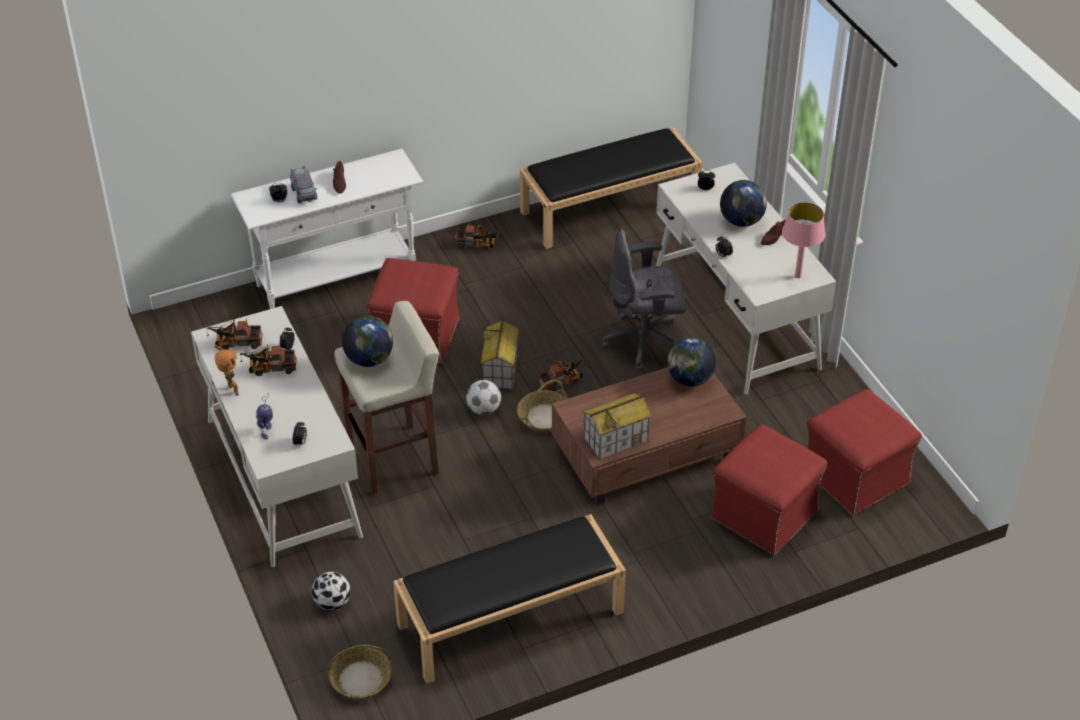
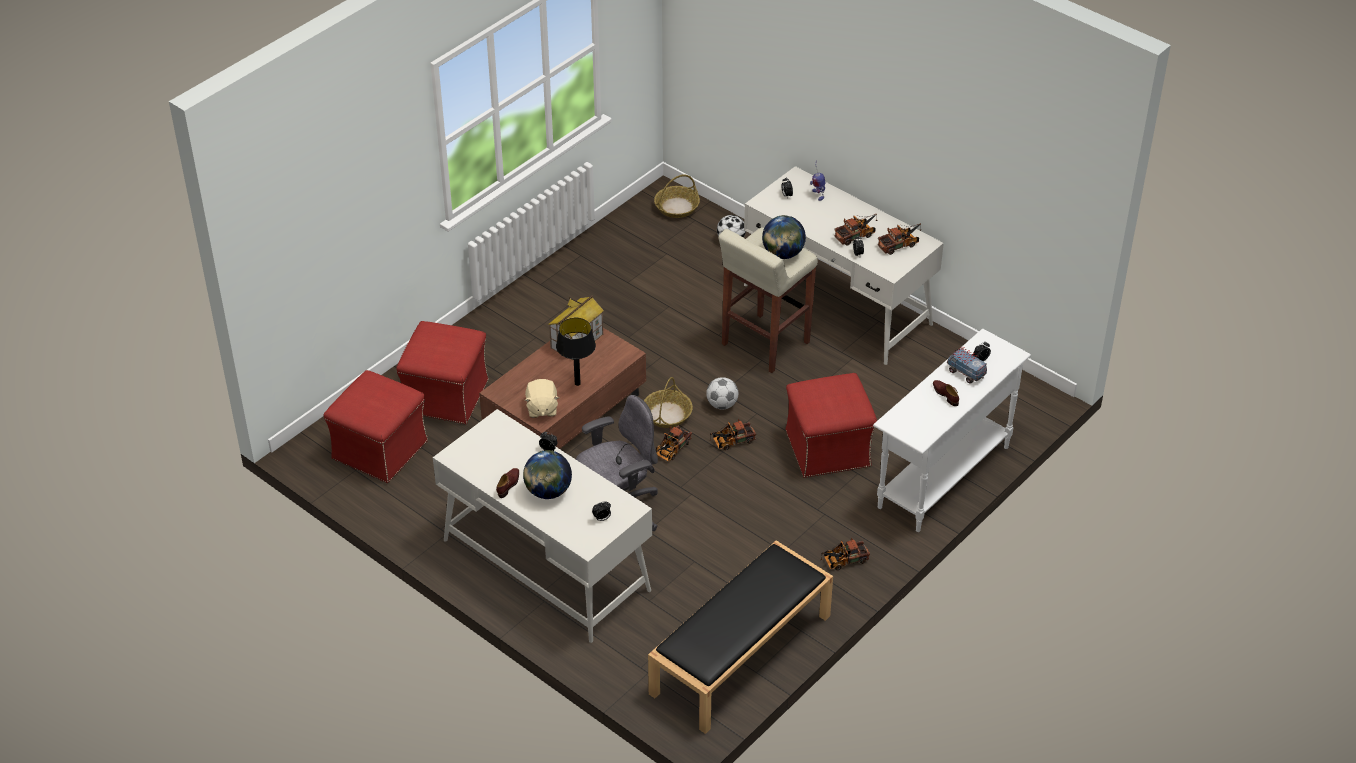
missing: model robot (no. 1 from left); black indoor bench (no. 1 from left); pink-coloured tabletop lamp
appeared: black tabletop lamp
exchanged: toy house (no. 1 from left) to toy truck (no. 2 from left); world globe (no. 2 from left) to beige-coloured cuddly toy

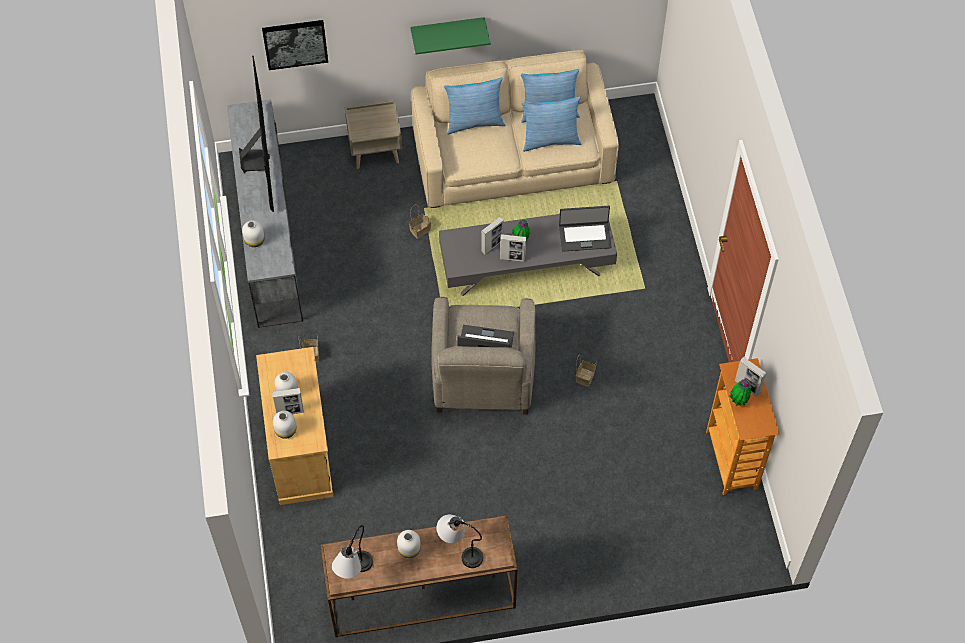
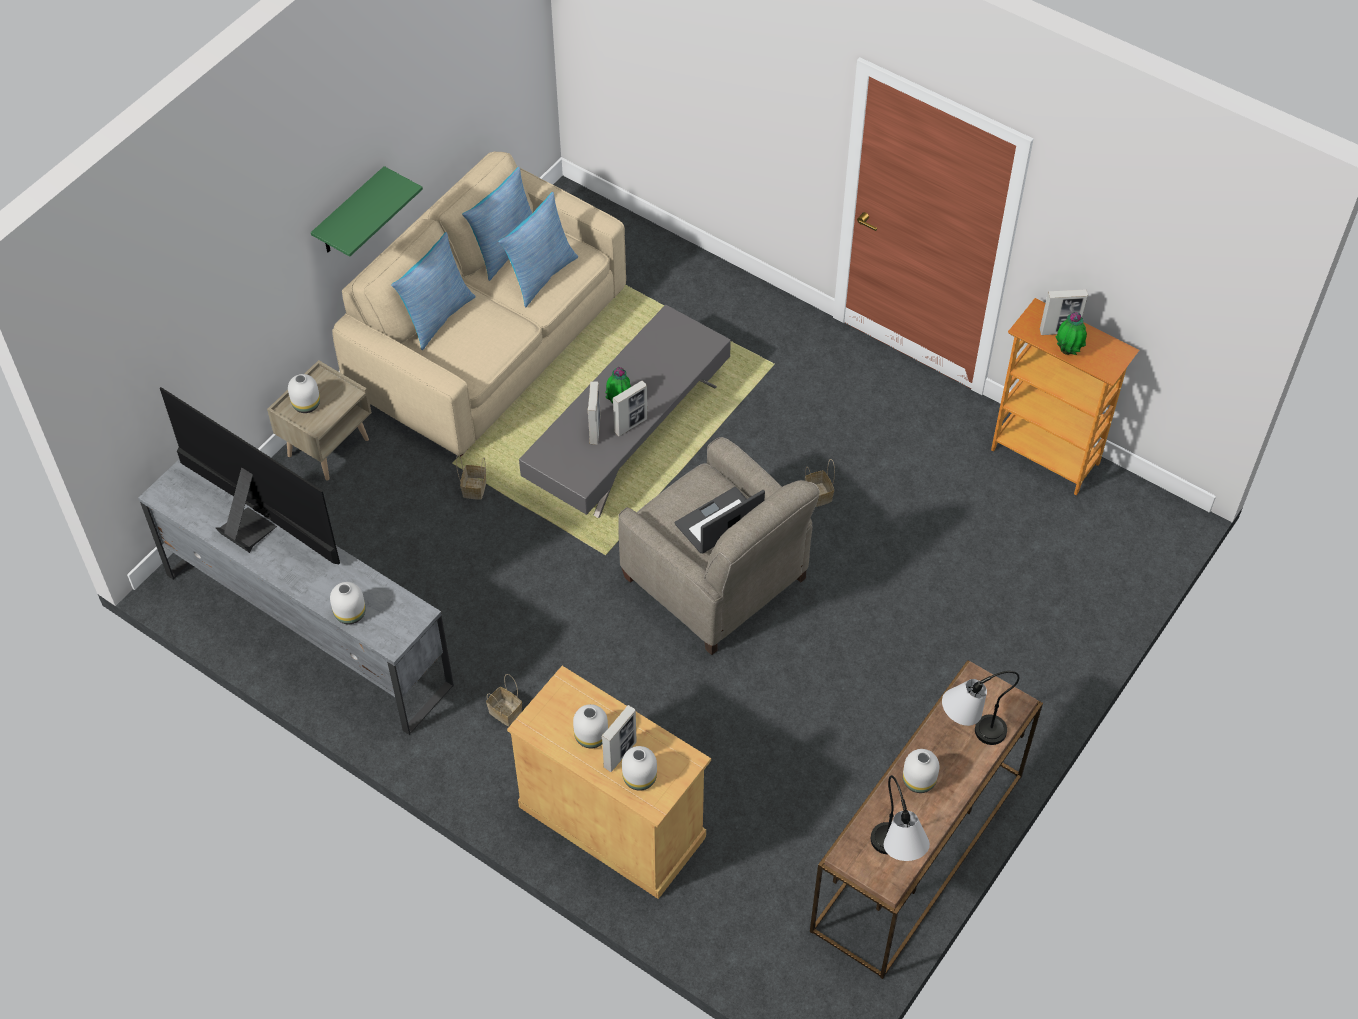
missing: wall picture; portable computer (no. 2 from left)
appeared: whitish vase (no. 1 from left)

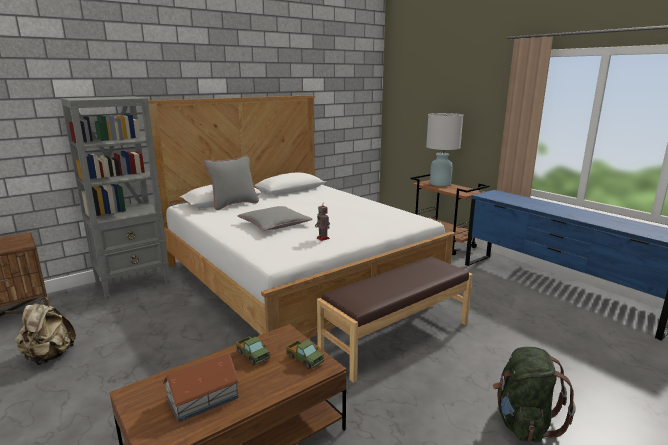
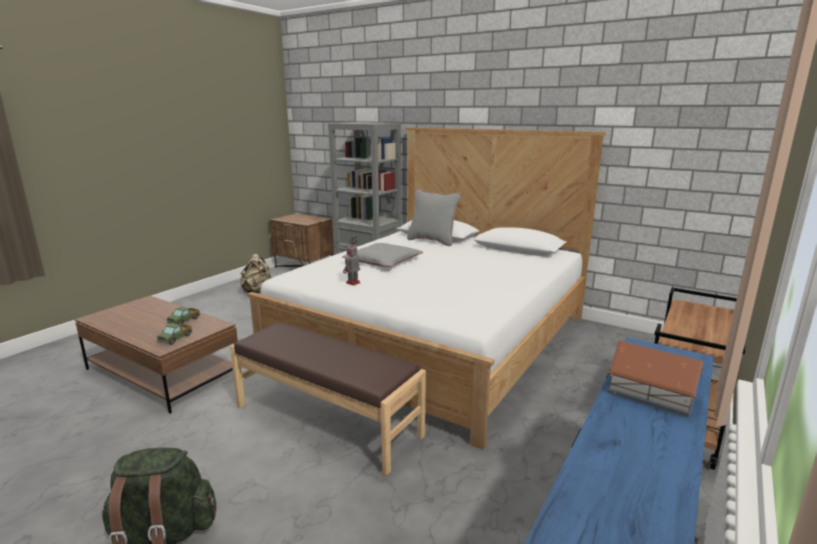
missing: whitish tabletop lamp
relocated: toy house

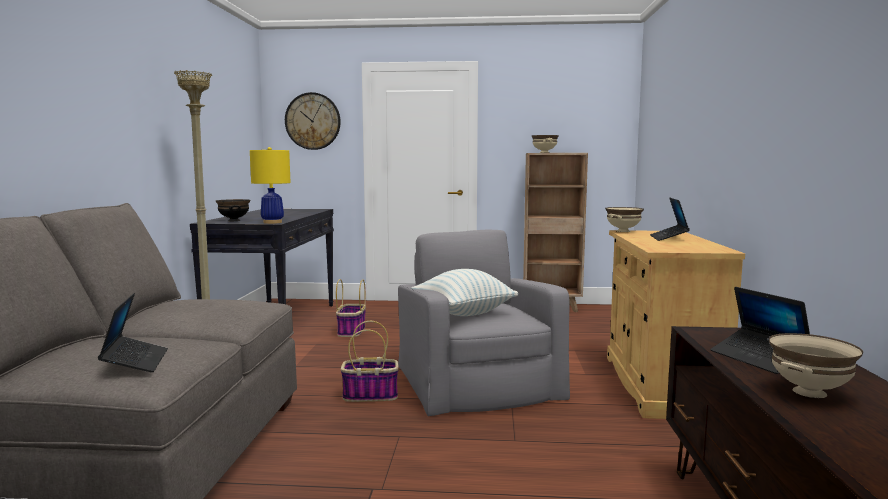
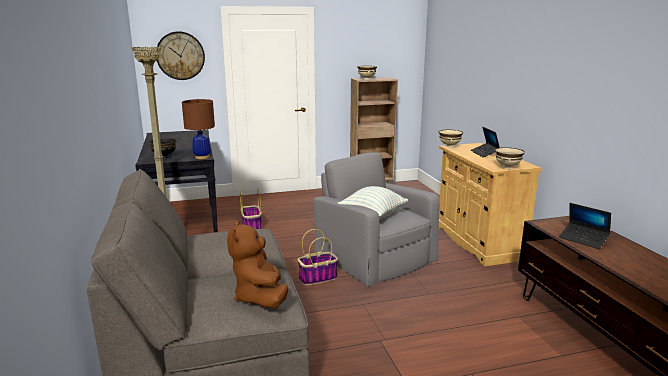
relocated: beige-coloured deep dish (no. 3 from left)
exchanged: portable computer (no. 1 from left) to brown-coloured cuddly toy
colour: yellow tabletop lamp to brown-coloured tabletop lamp

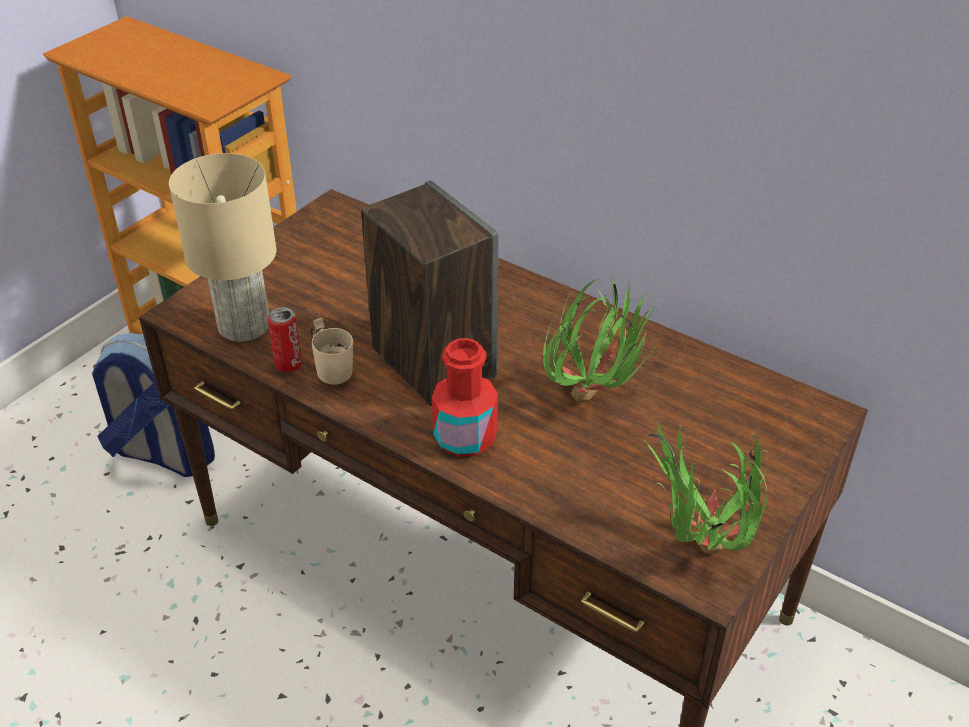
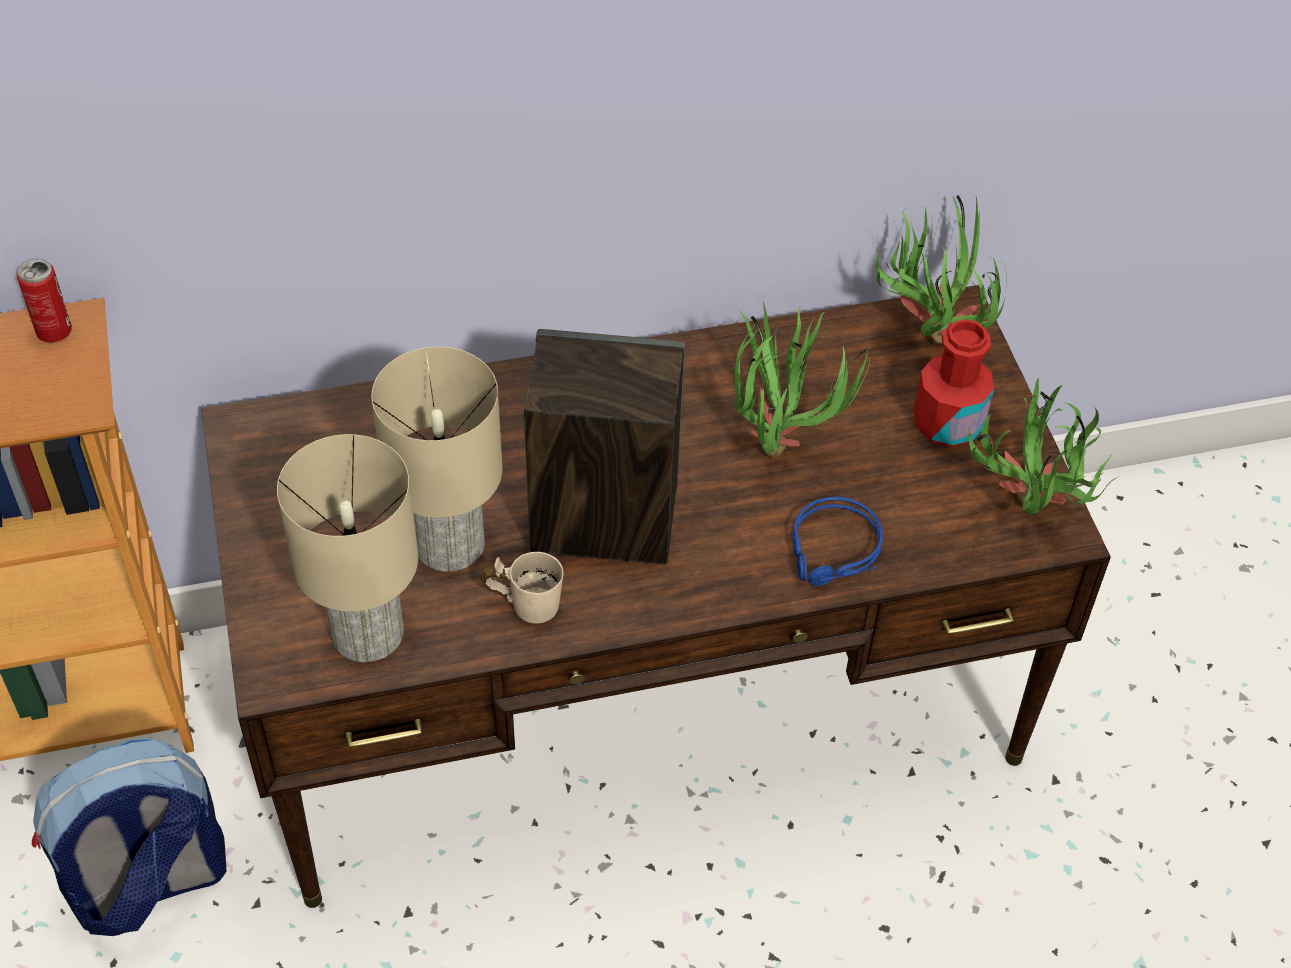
appeared: beige-coloured tabletop lamp (no. 2 from left); blue-coloured headset; houseplant (no. 2 from left)
relocated: metal can; red beverage bottle

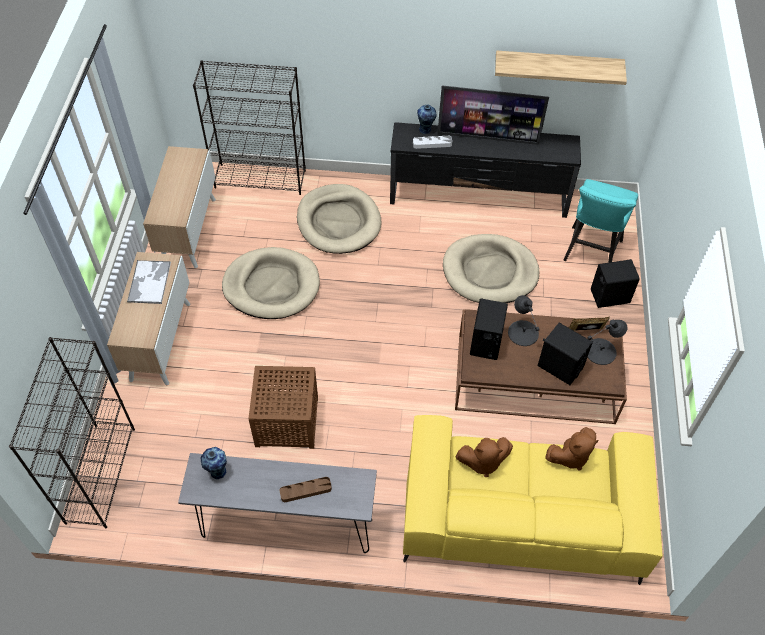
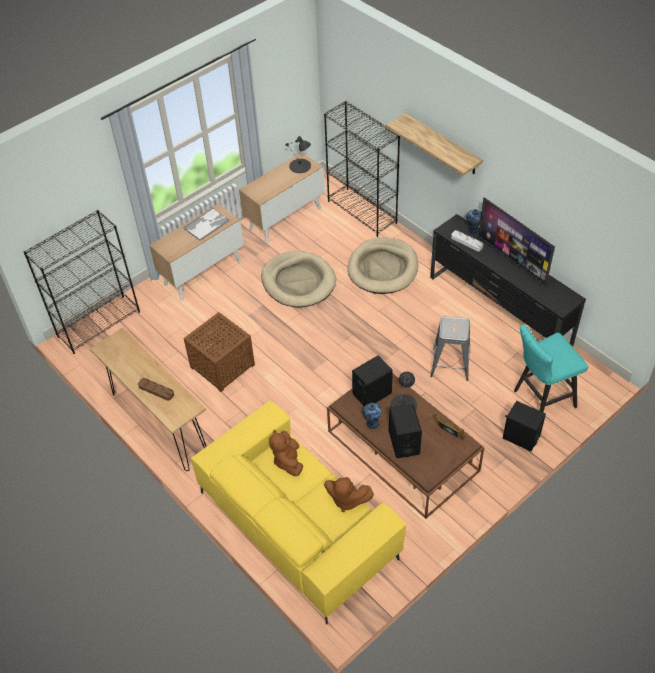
relocated: vase (no. 1 from left); shelf; black tabletop lamp (no. 2 from left in the first image) to black tabletop lamp (no. 1 from left)
exchanged: beige-coloured dog cushion (no. 3 from left) to grey stool seat
colour: grey hall table to brown-coloured hall table
spun: brown-coloured cuddly toy (no. 1 from left) 45 degrees clockwise

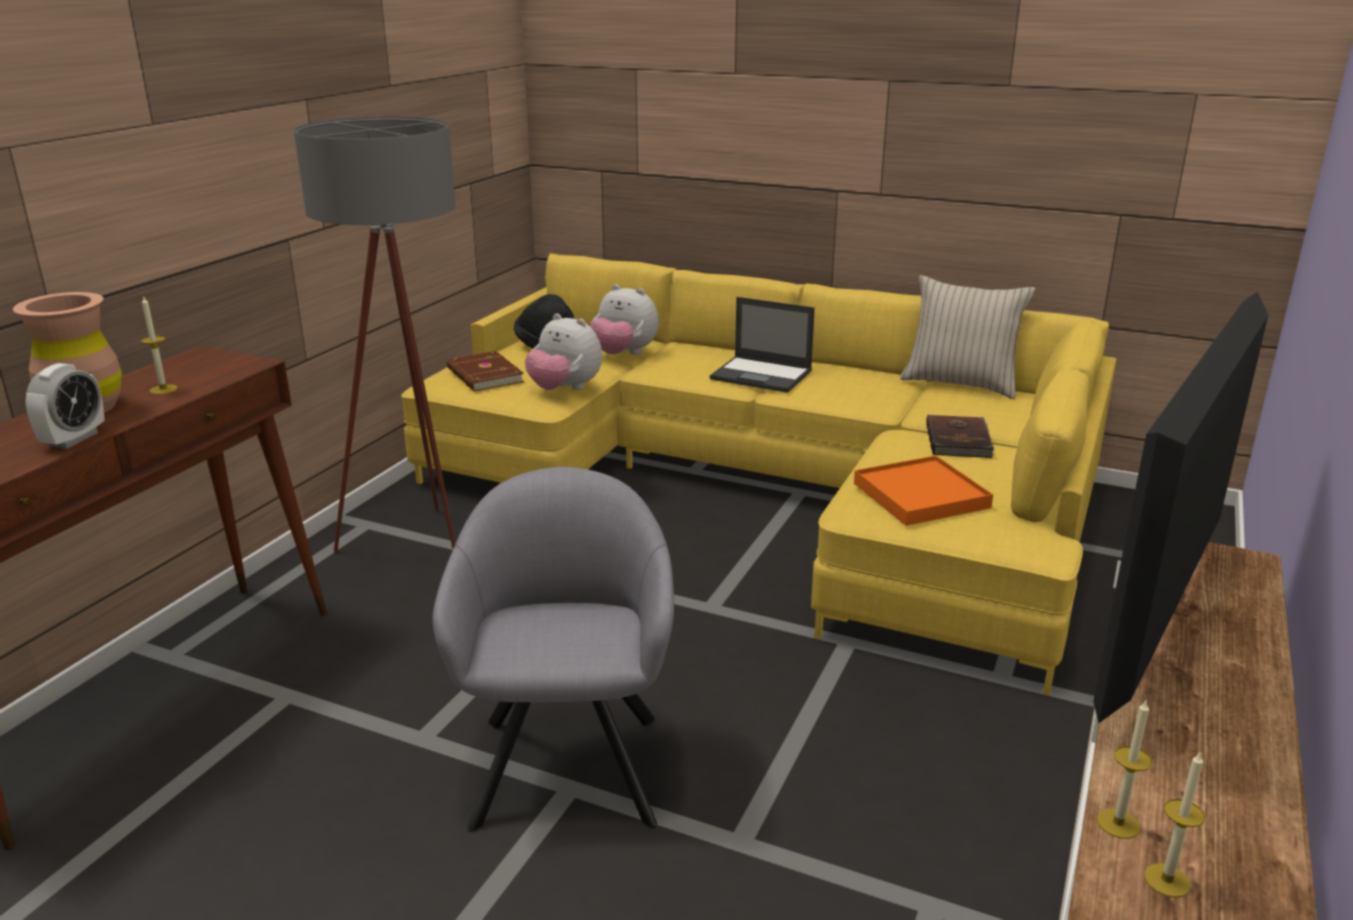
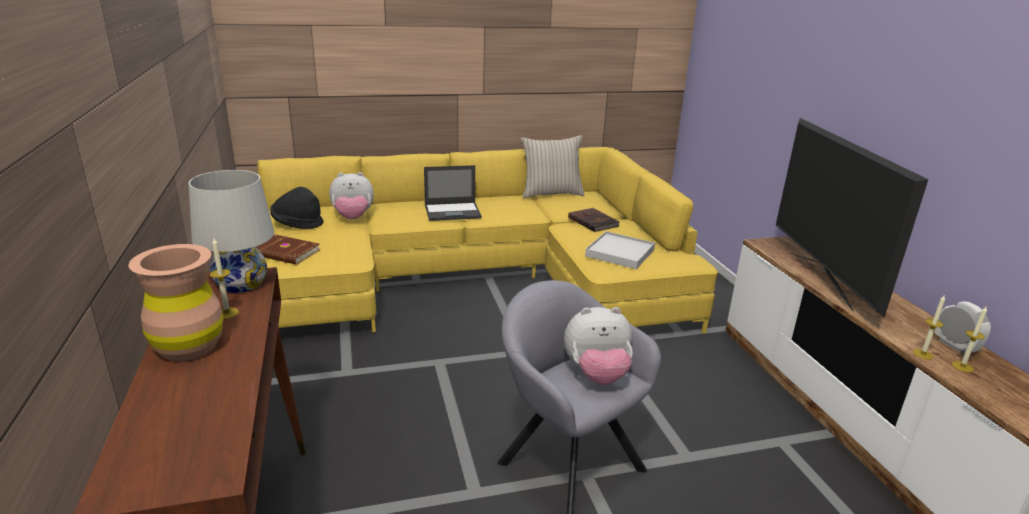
missing: grey floor lamp
appeared: whitish tabletop lamp
relocated: bedside clock; cuddly toy (no. 1 from left in the first image) to cuddly toy (no. 2 from left)
colour: orange tray to whitish tray

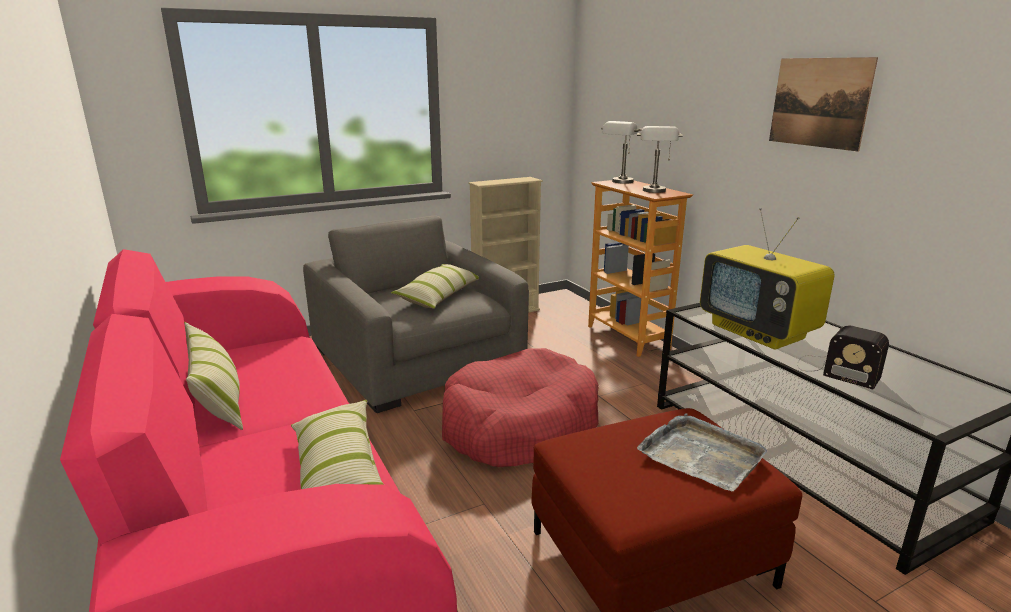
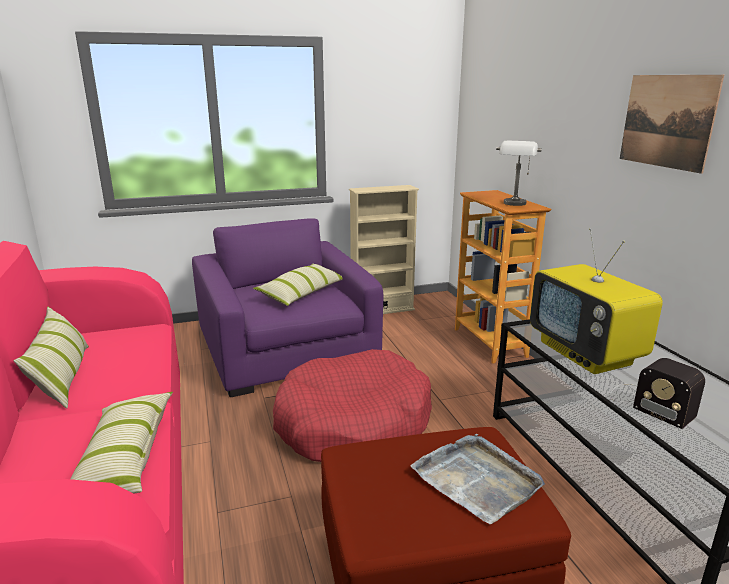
missing: grey tabletop lamp (no. 1 from left)
colour: grey easy chair to purplish easy chair

